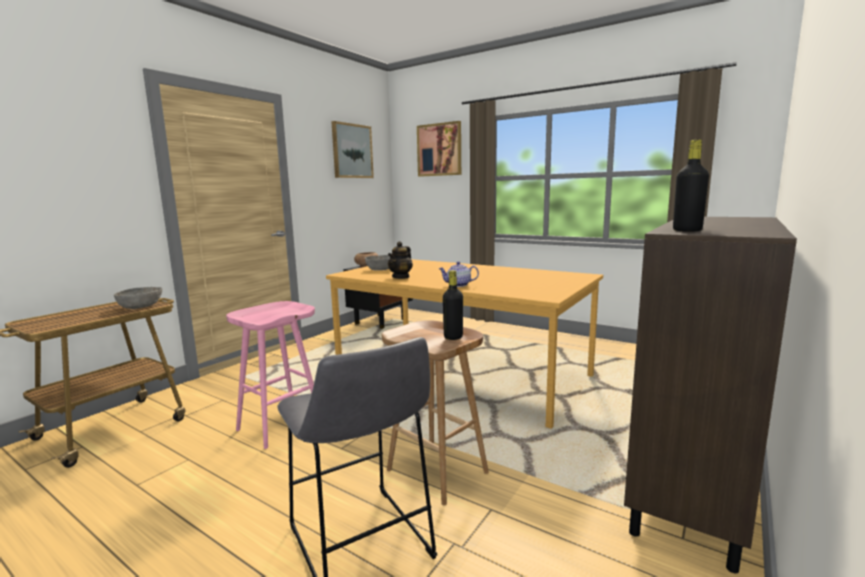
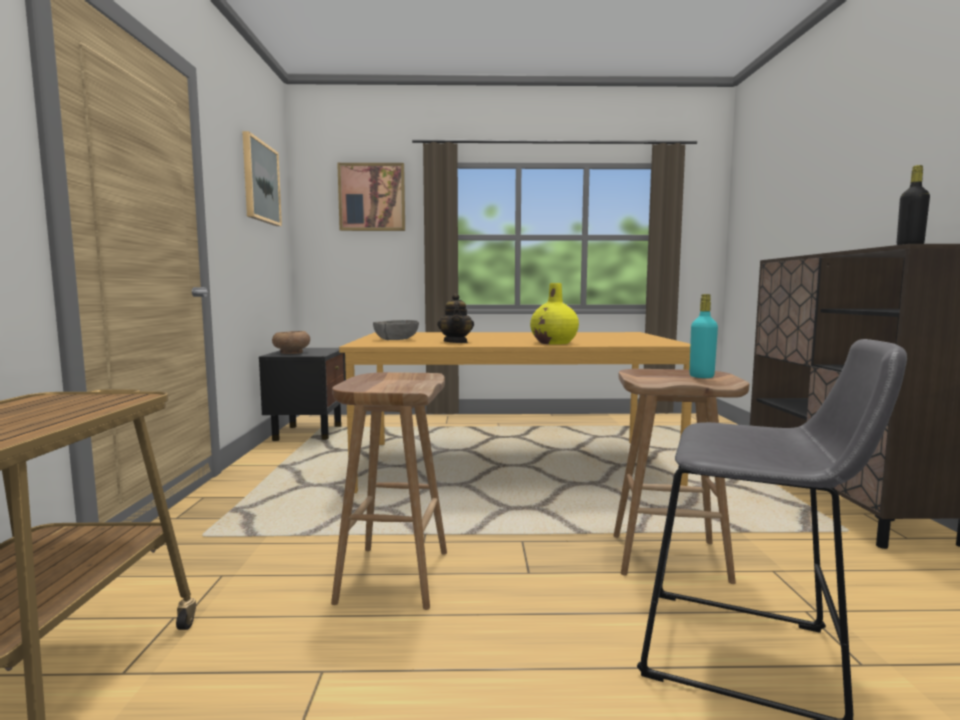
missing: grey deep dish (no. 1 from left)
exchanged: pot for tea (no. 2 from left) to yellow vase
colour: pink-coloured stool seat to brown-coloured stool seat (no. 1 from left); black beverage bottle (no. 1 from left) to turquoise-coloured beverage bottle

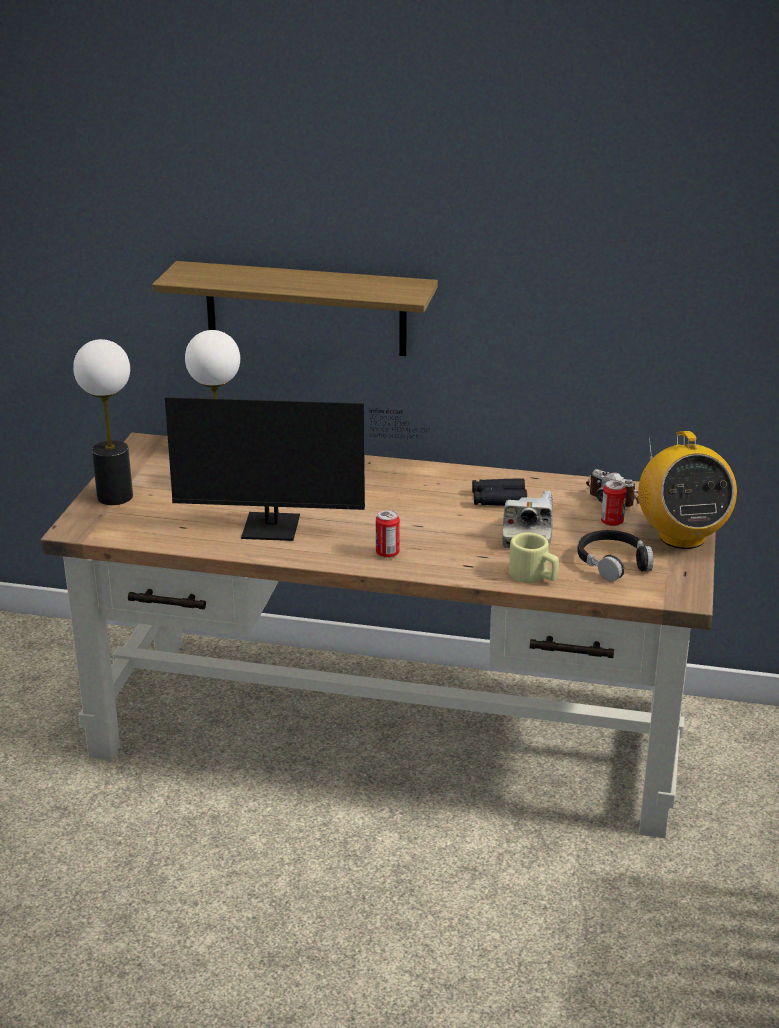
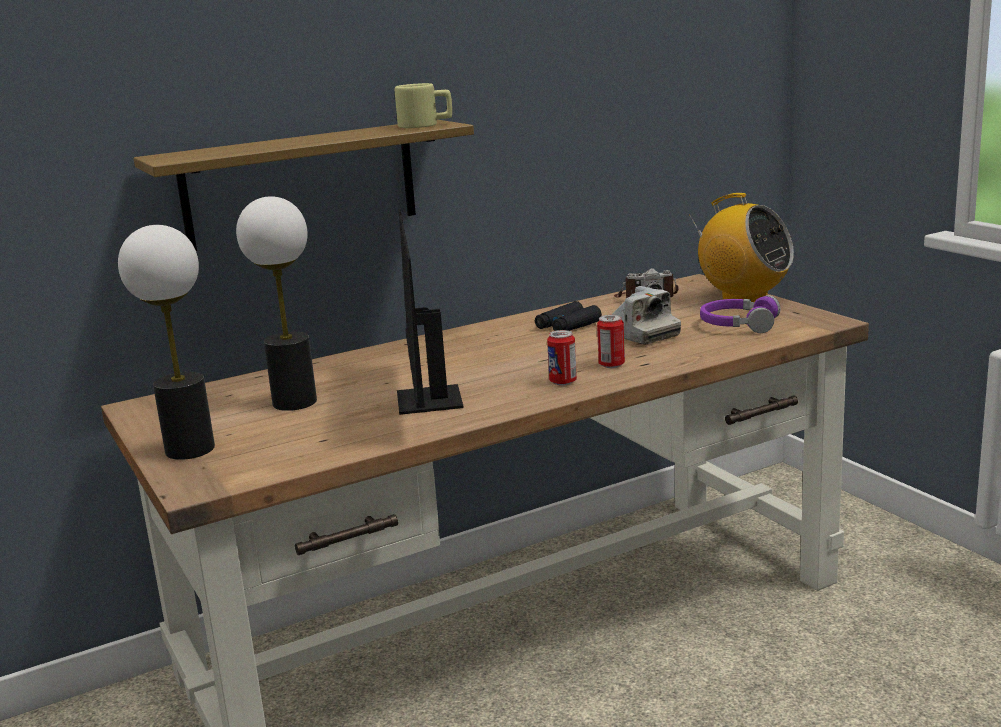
relocated: beige-coloured mug; metal can (no. 2 from left)
colour: black headset to purplish headset
spun: computer screen 120 degrees clockwise

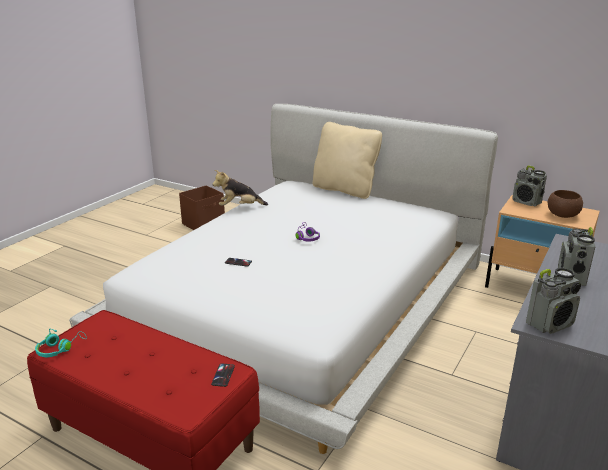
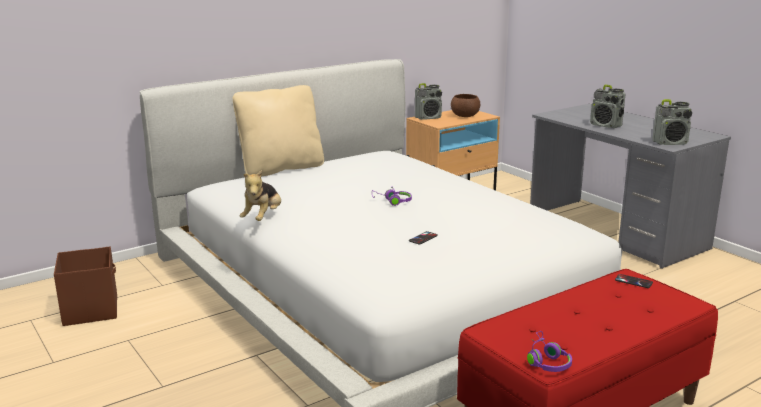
colour: turquoise-coloured headset to purplish headset (no. 2 from left)
spun: radio receiver (no. 2 from left in the first image) 90 degrees clockwise

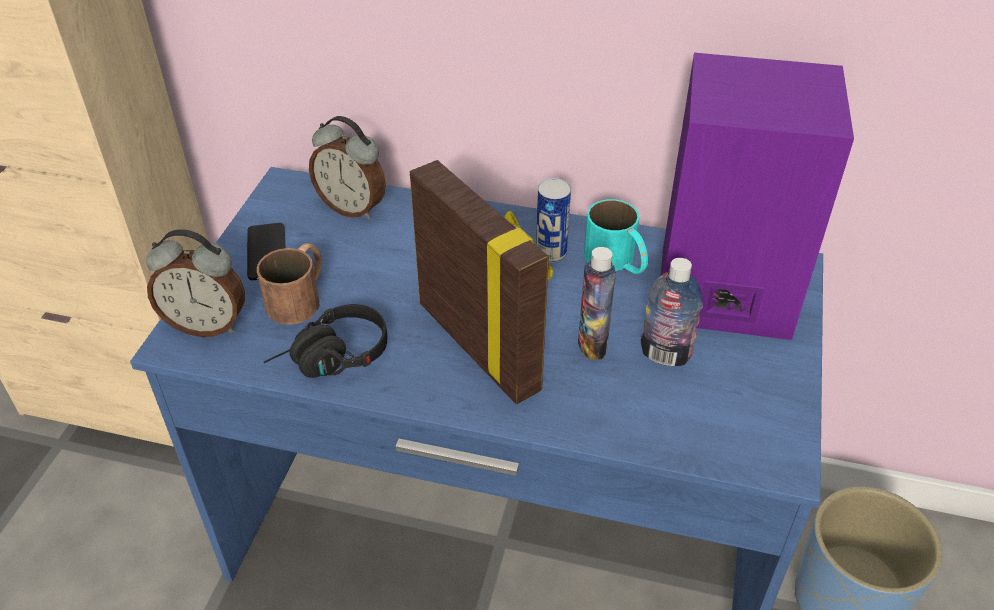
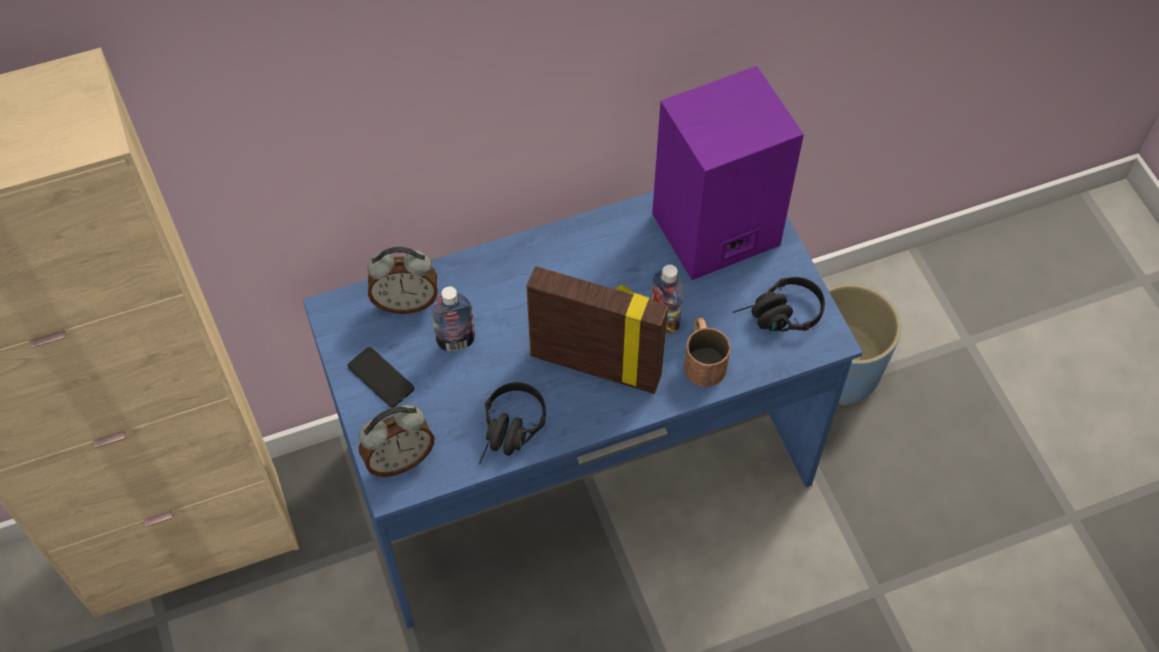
missing: metal can; turquoise-coloured mug
appeared: black headset (no. 2 from left)
relocated: brown-coloured mug; beverage bottle (no. 2 from left in the first image) to beverage bottle (no. 1 from left)

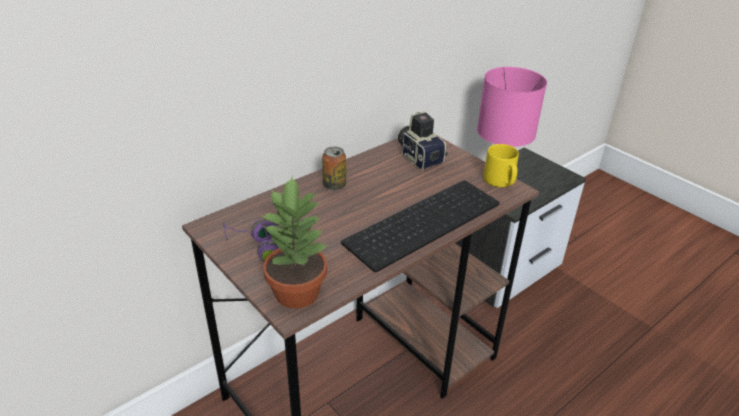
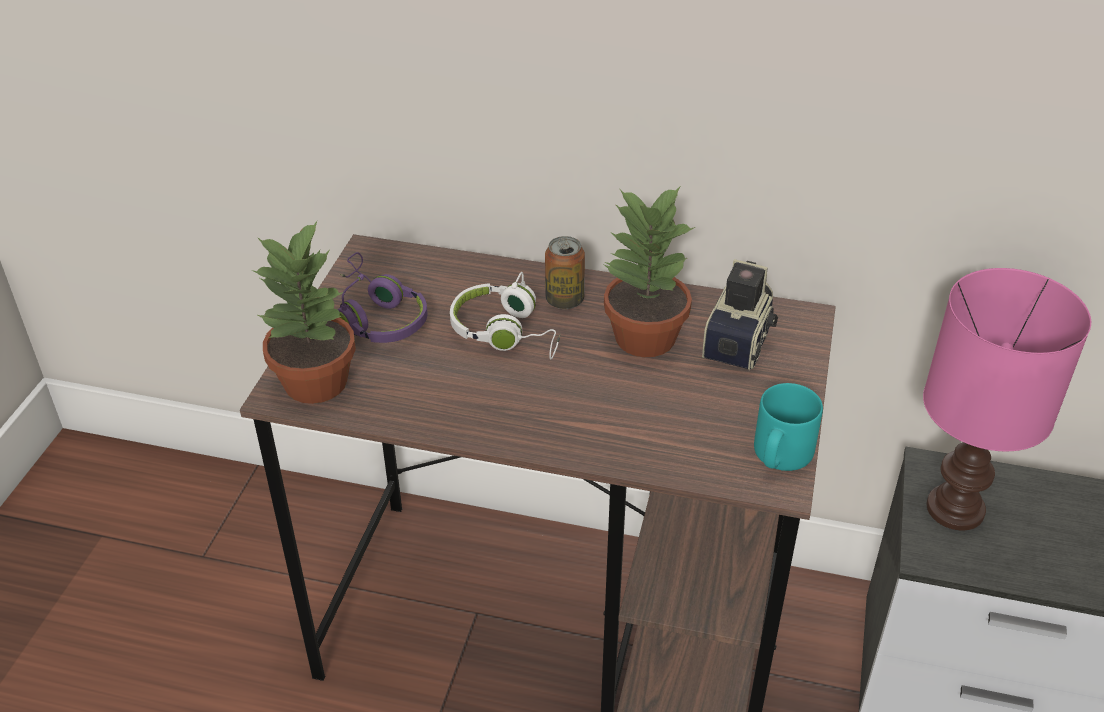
missing: keyboard
appeared: whitish headset; houseplant (no. 2 from left)
colour: yellow mug to turquoise-coloured mug

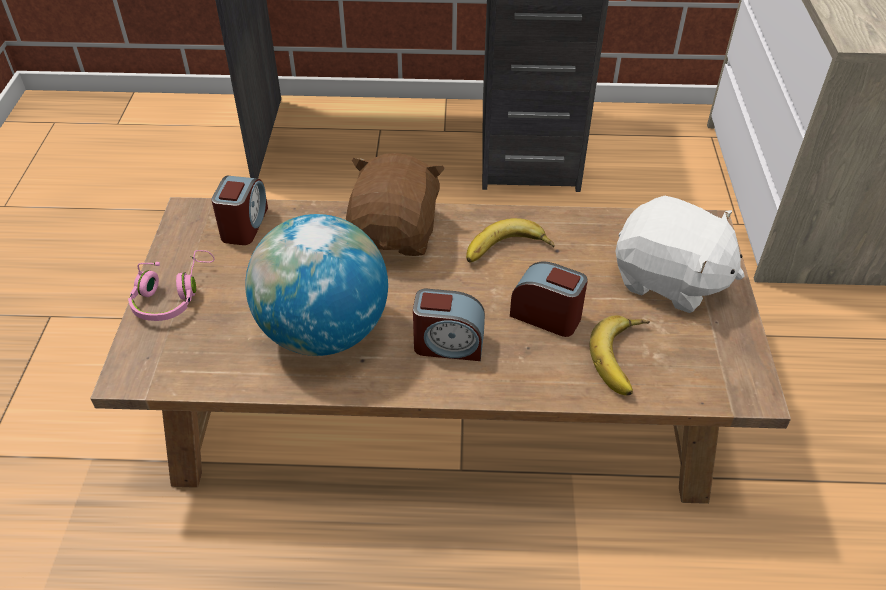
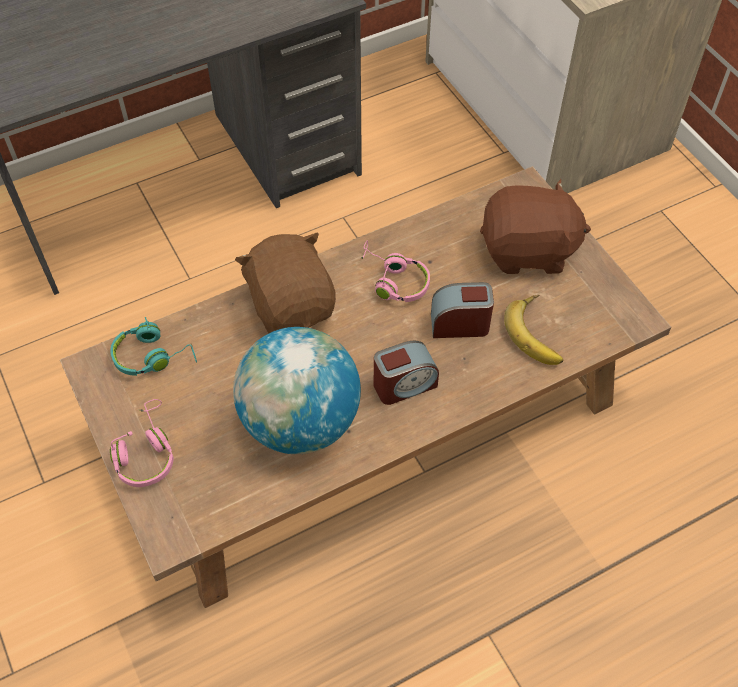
exchanged: bedside clock (no. 1 from left) to turquoise-coloured headset; banana fruit (no. 1 from left) to pink-coloured headset (no. 2 from left)
colour: whitish cuddly toy to brown-coloured cuddly toy (no. 2 from left)

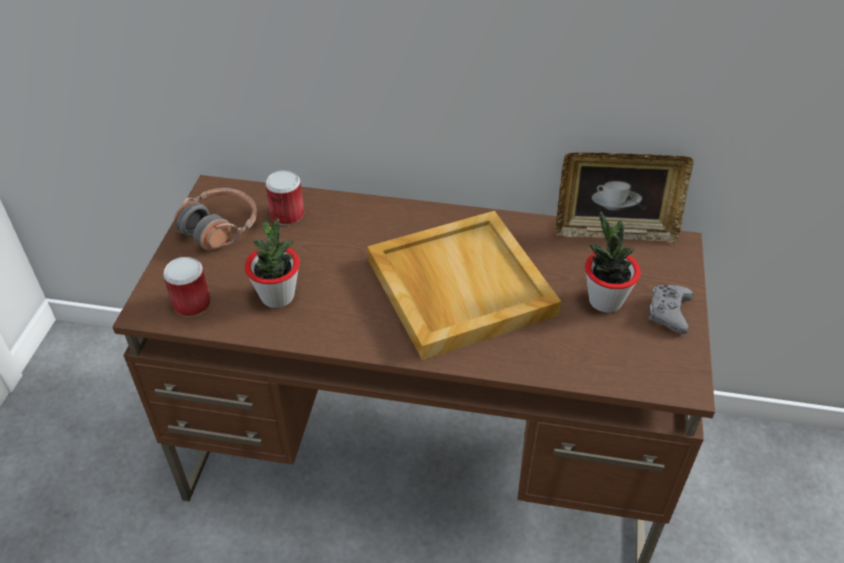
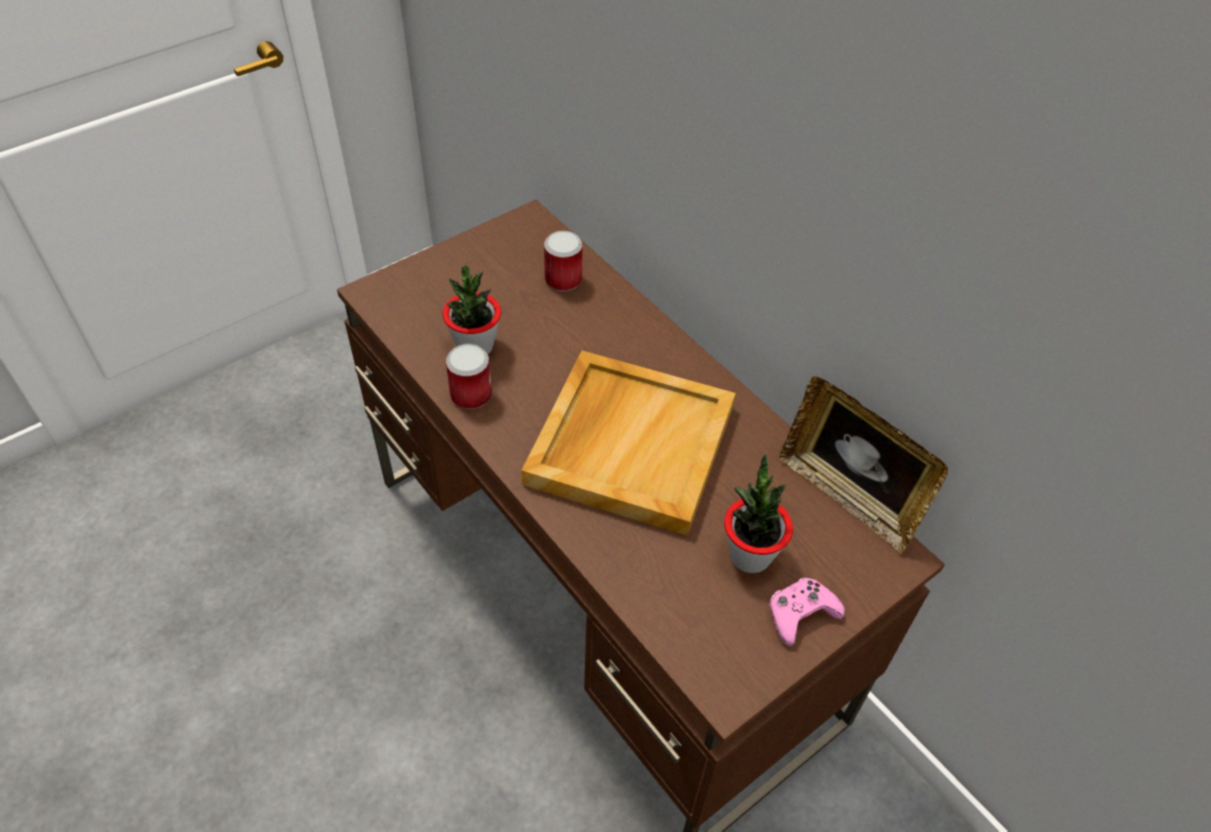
missing: headset
relocated: metal can (no. 1 from left)
colour: grey gamepad to pink-coloured gamepad

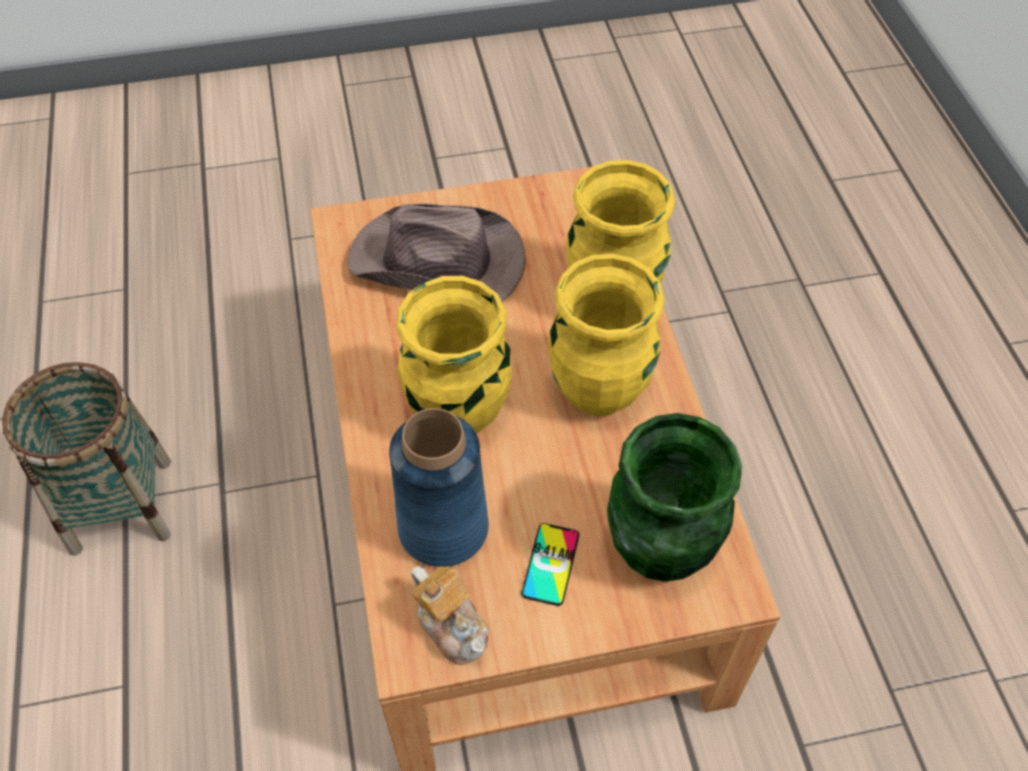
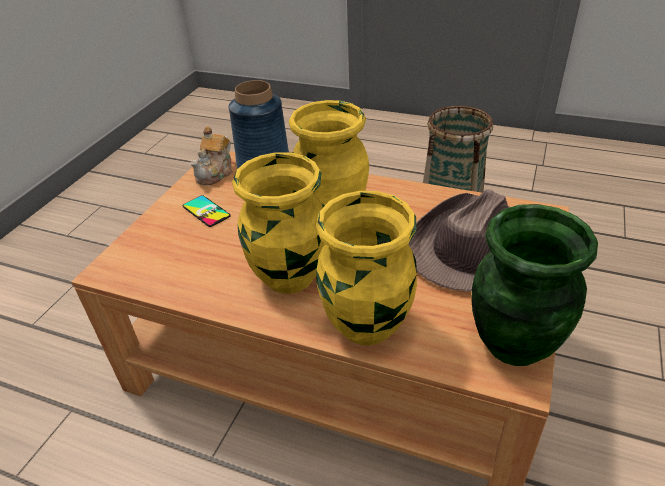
relocated: green vase
spun: pot for tea 60 degrees counterclockwise

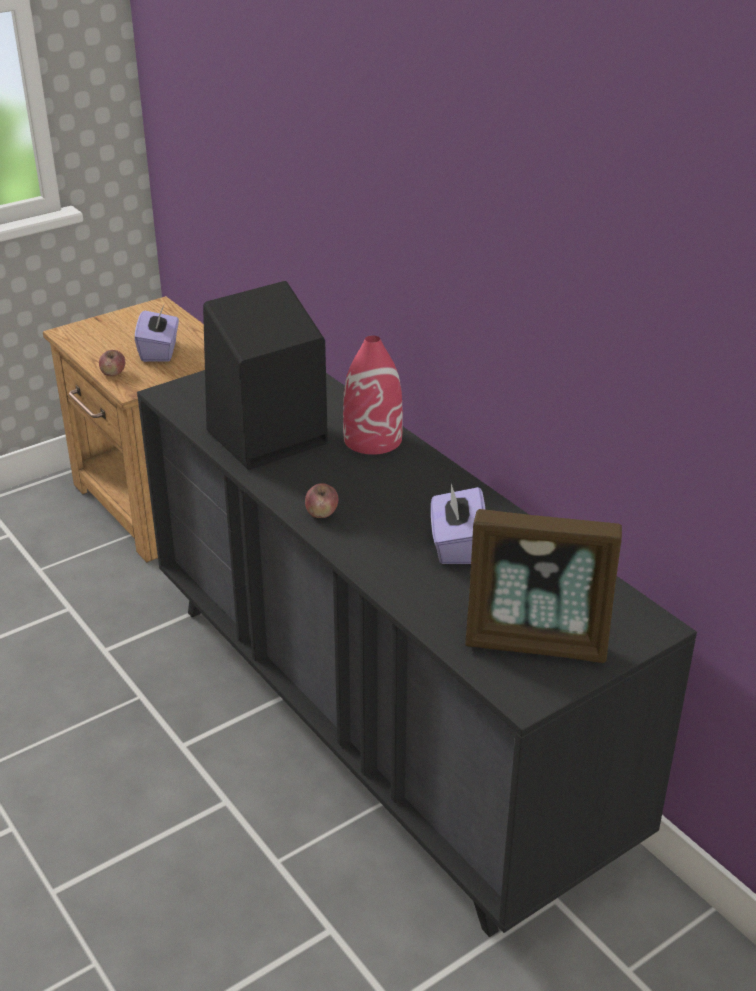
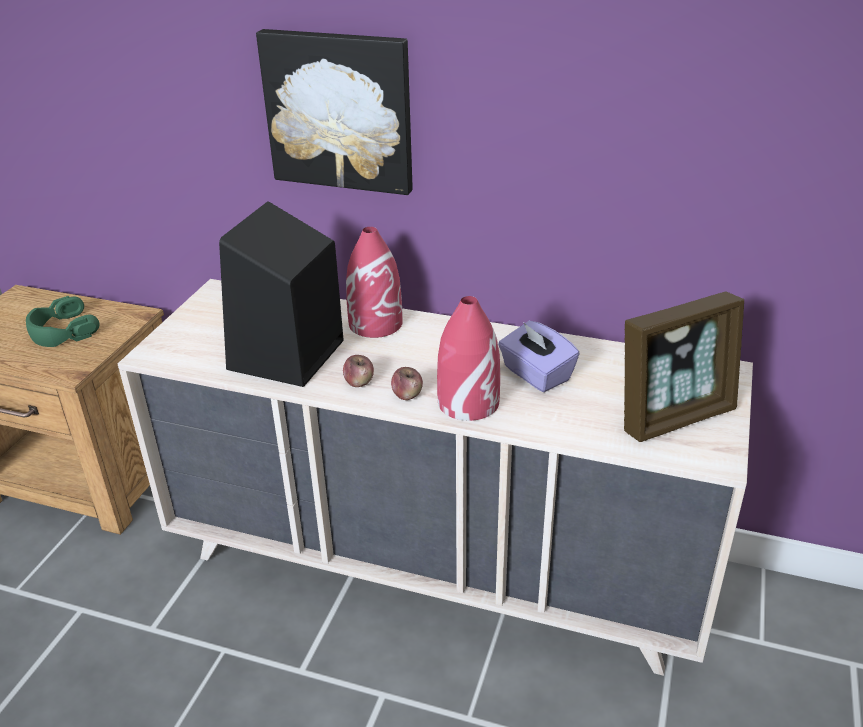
appeared: wall picture; red vase (no. 2 from left)
relocated: whole apple (no. 1 from left)
exchanged: purplish box of tissues (no. 1 from left) to green headset
colour: black chest of drawers to beige-coloured chest of drawers

